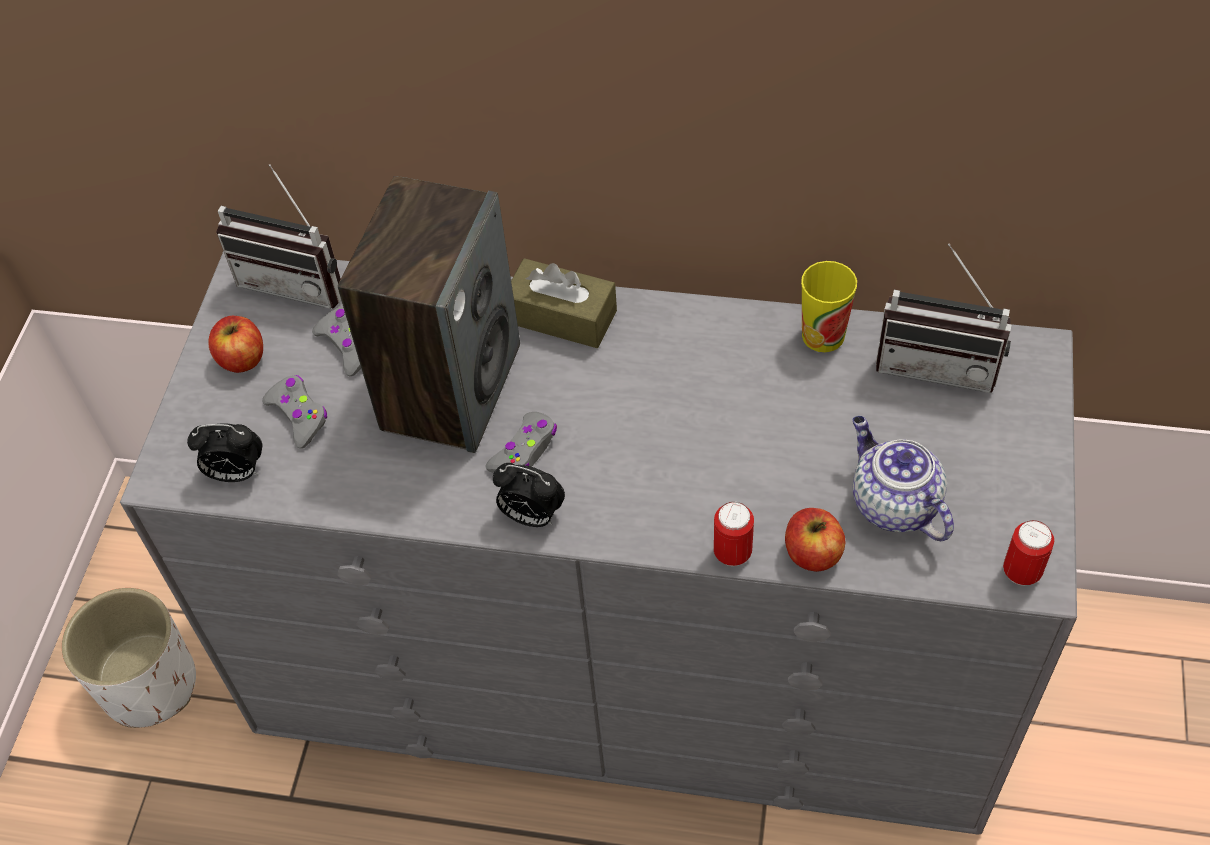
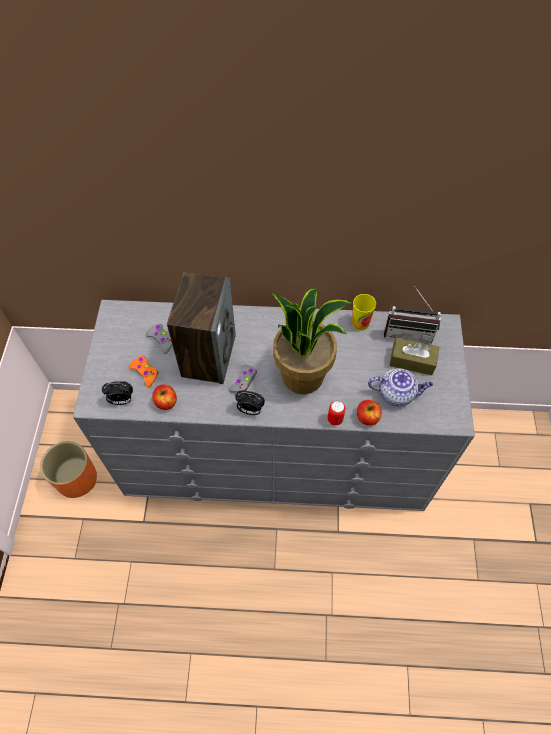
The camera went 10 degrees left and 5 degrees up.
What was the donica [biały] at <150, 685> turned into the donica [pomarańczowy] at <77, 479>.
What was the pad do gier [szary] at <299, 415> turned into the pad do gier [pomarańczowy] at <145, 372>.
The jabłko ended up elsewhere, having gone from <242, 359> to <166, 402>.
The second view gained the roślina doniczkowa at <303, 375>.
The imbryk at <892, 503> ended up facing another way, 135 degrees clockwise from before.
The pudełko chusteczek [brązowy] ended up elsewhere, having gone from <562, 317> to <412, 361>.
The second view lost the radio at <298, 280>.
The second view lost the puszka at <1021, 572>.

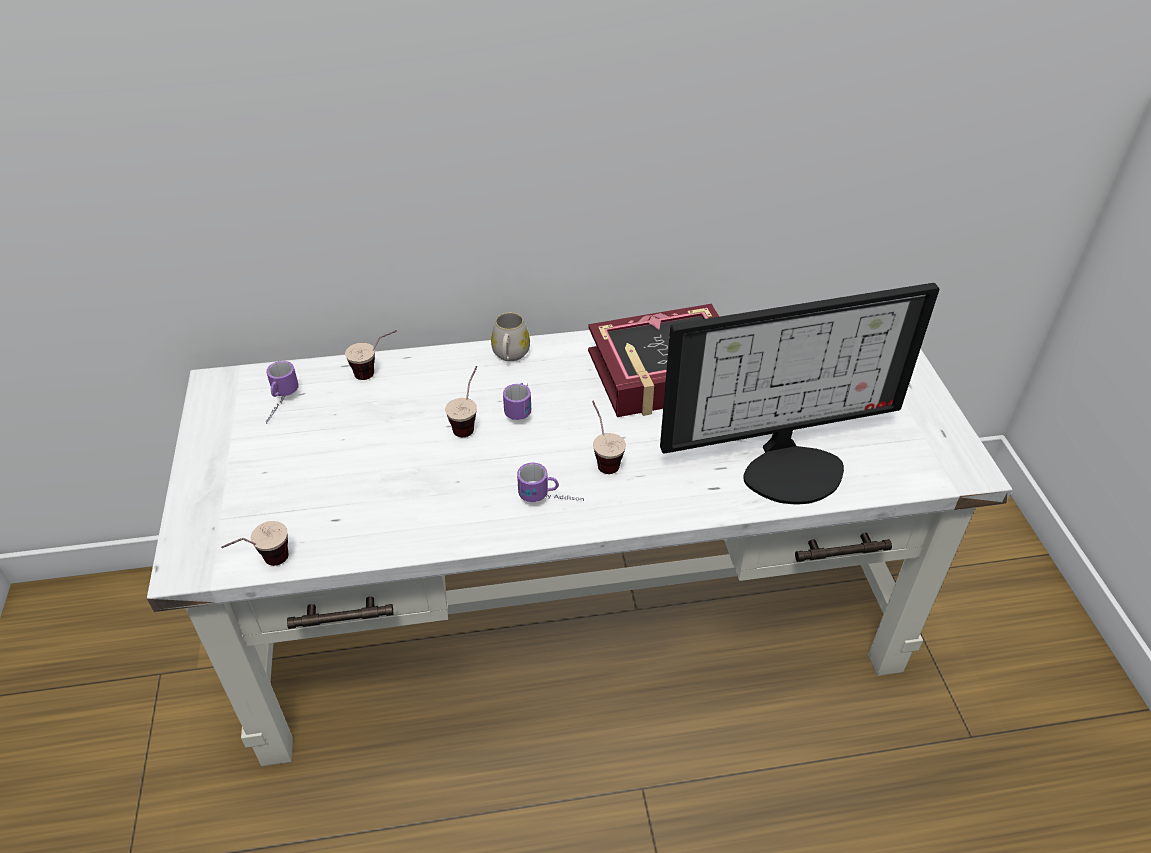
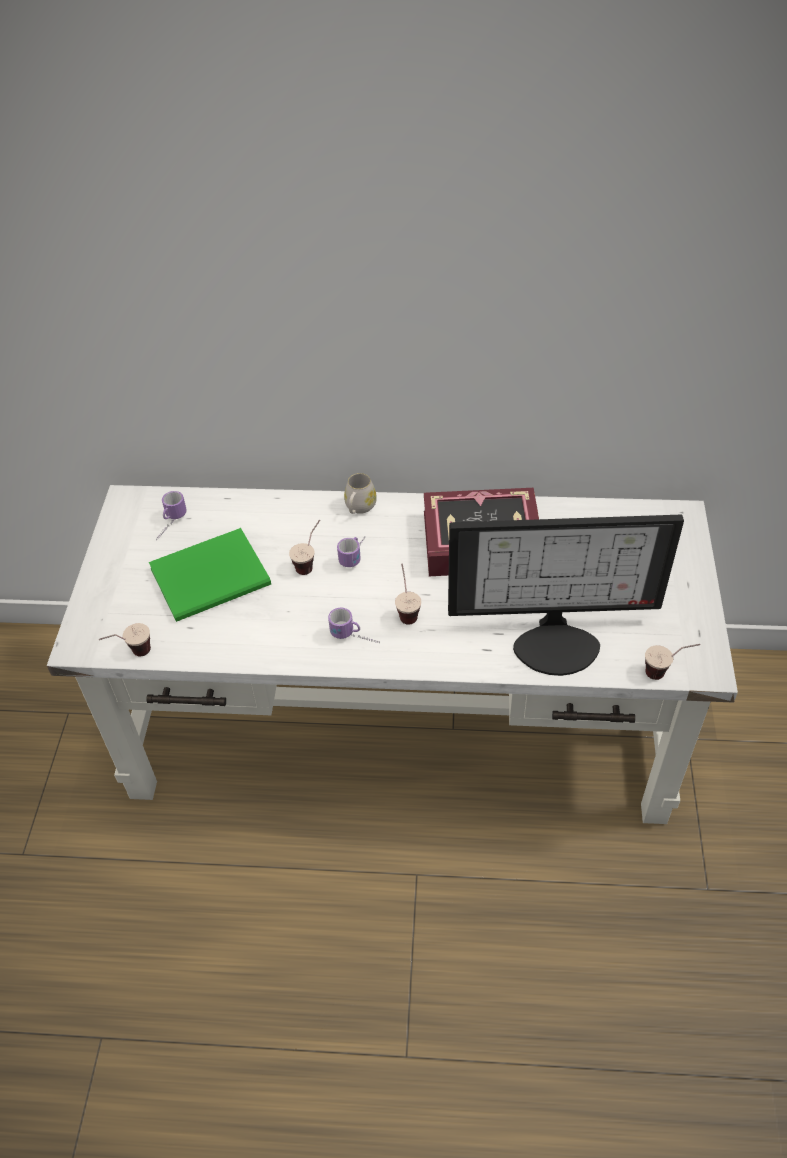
The camera went 15 degrees right and 5 degrees up.
The second view gained the książka [zielony] at <214, 578>.
The filiżanka ended up elsewhere, having gone from <376, 372> to <666, 672>.

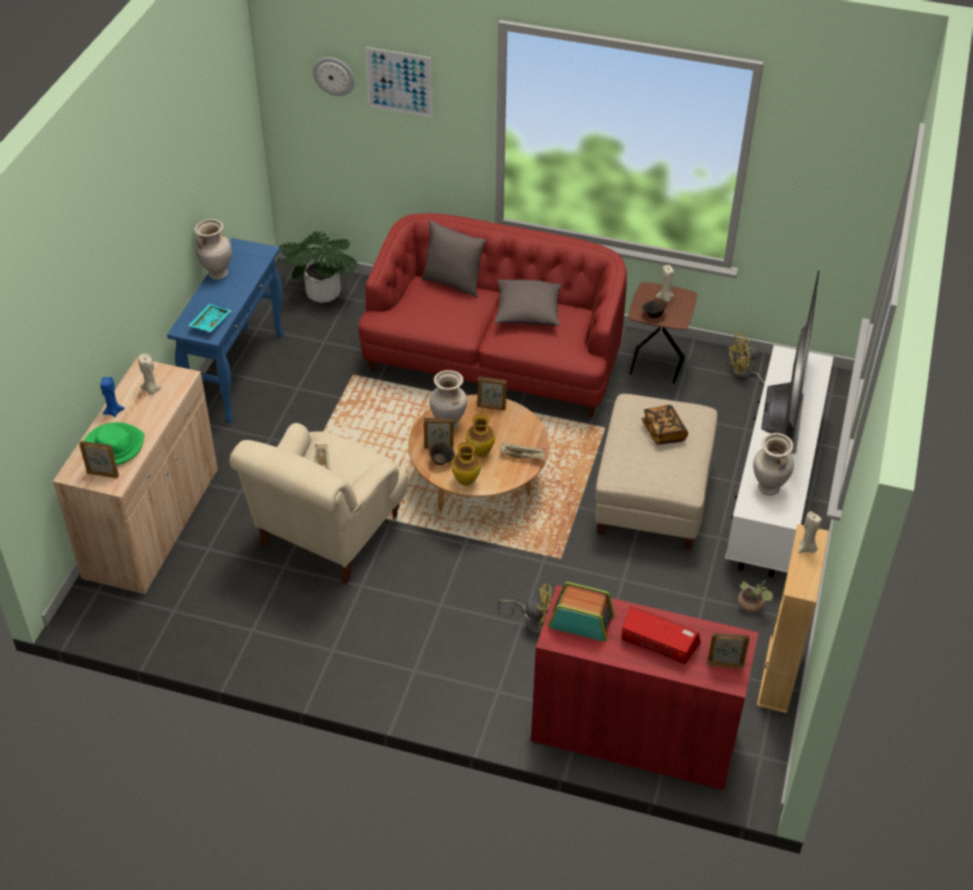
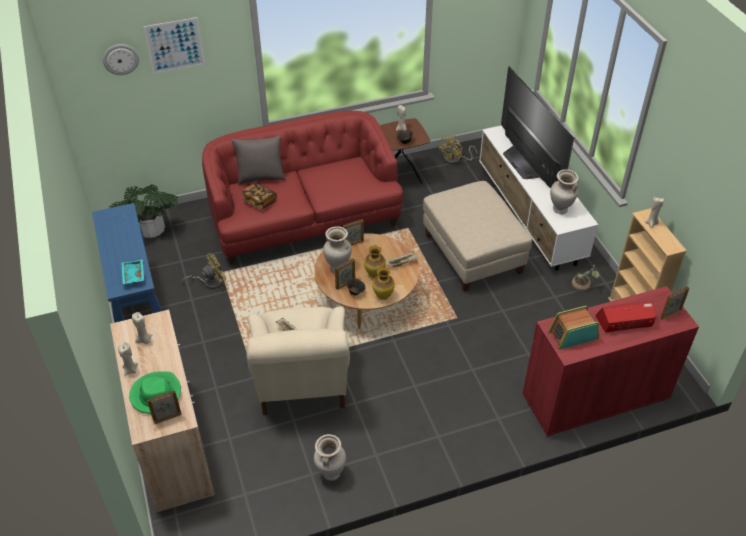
The camera went 35 degrees left and 0 degrees up.
What was the świeca [niebieski] at <113, 411> turned into the świeca [beżowy] at <130, 370>.
The wentylator [żółty] ended up elsewhere, having gone from <534, 621> to <209, 282>.
The książka ended up elsewhere, having gone from <663, 432> to <259, 201>.
The wazon [beżowy] ended up elsewhere, having gone from <217, 274> to <330, 473>.
The second view lost the poduszka [szary] at <527, 313>.

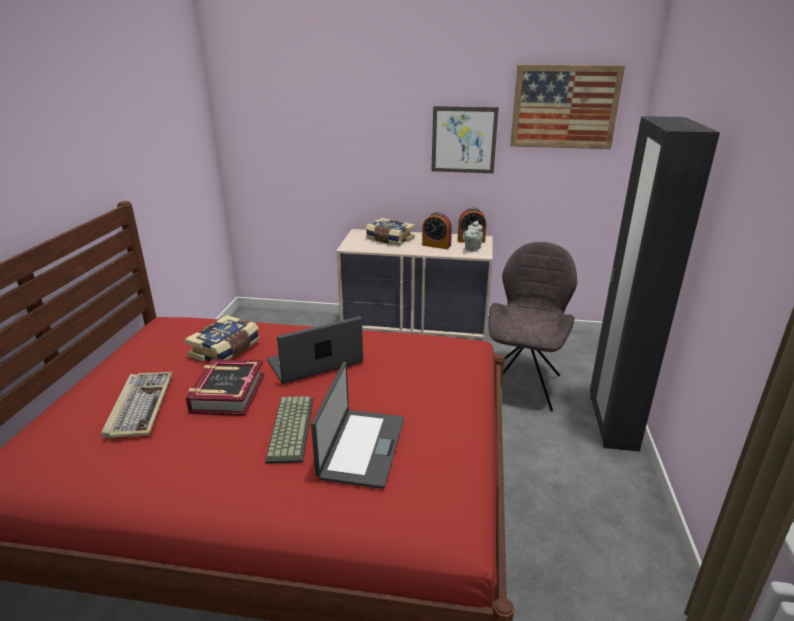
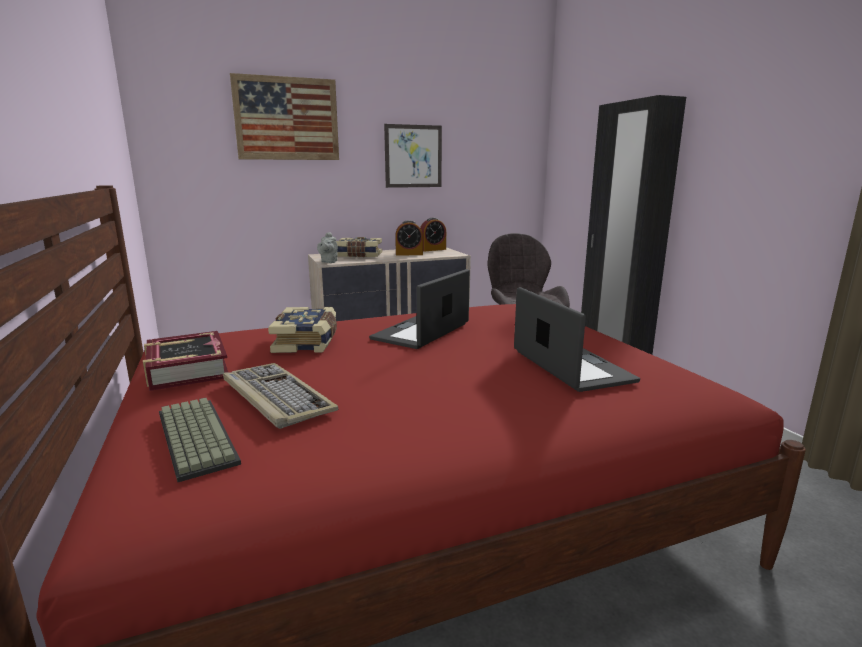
The camera went 30 degrees left and 10 degrees down.
The książka ended up elsewhere, having gone from <227, 393> to <187, 369>.
The klawiatura ended up elsewhere, having gone from <289, 428> to <193, 437>.
The obraz ended up elsewhere, having gone from <564, 107> to <287, 119>.
The imbryk [szary] ended up elsewhere, having gone from <472, 249> to <329, 262>.

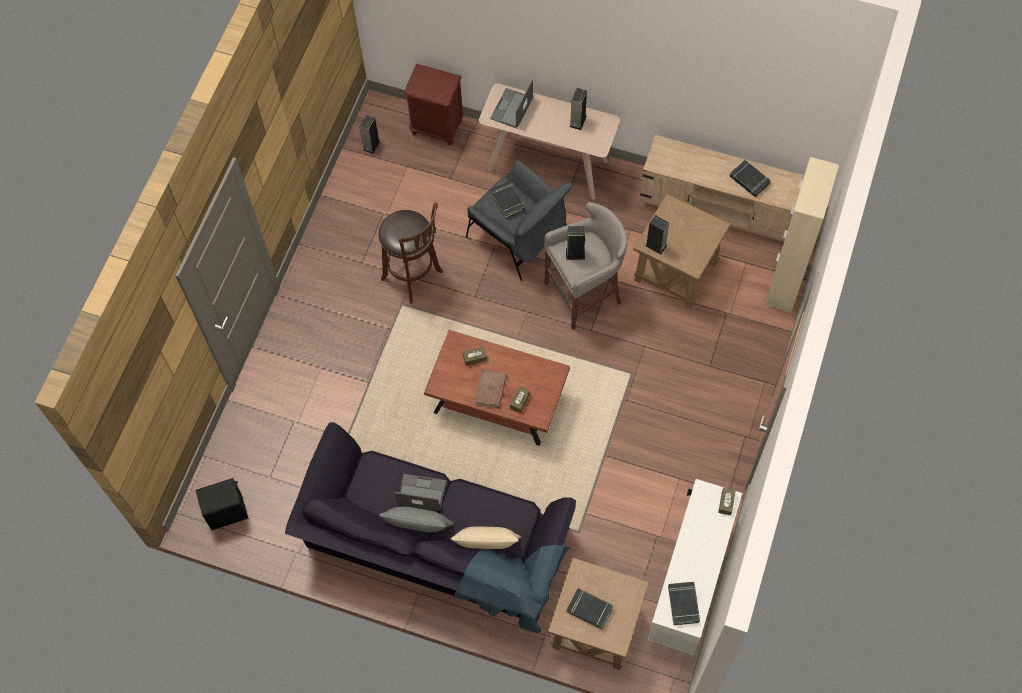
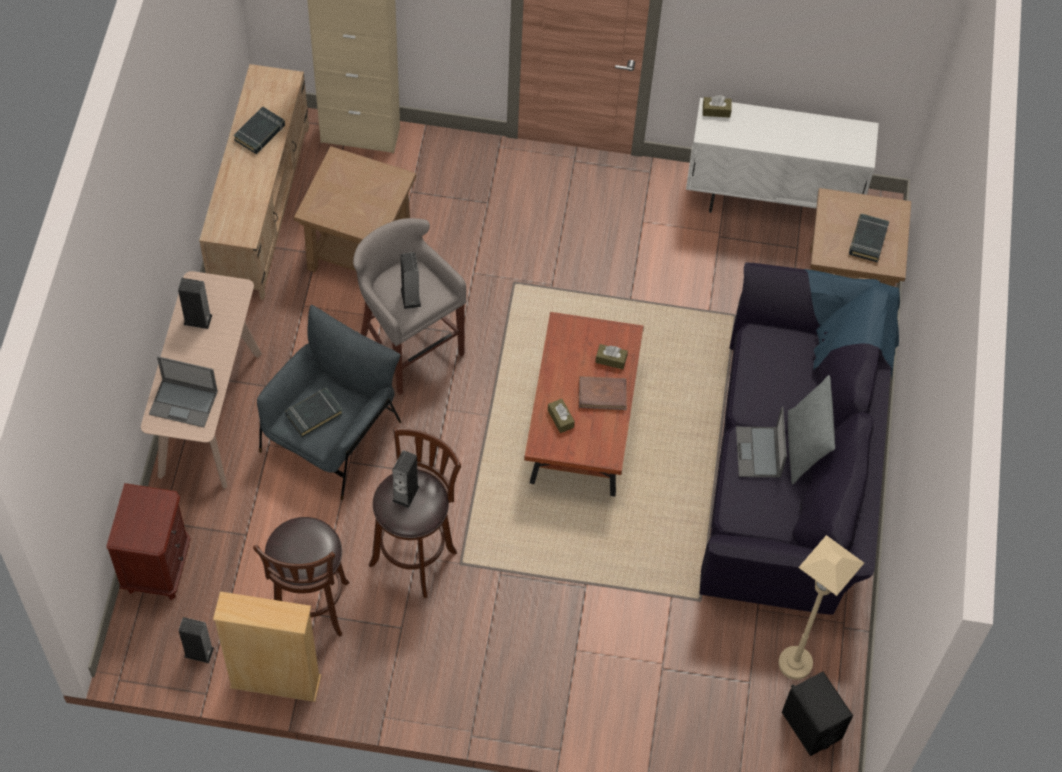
The camera went 105 degrees left and 5 degrees down.
The second view gained the regał [beżowy] at <275, 682>.
The second view gained the stołek [brązowy] at <310, 610>.
The głośnik ended up elsewhere, having gone from <656, 245> to <406, 493>.
The second view gained the lampa stojąca [beżowy] at <795, 663>.
The second view lost the poduszka [beżowy] at <487, 547>.
The second view lost the książka [czarny] at <683, 604>.

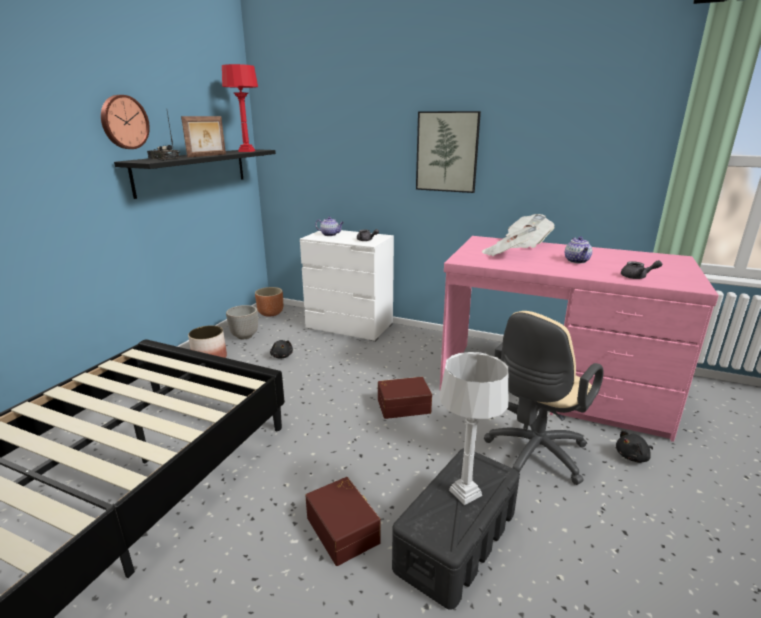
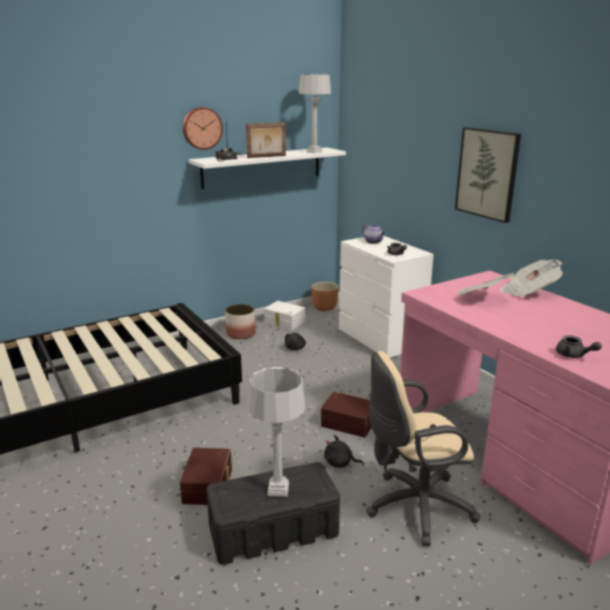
The camera went 35 degrees right and 0 degrees up.
What was the półka [czarny] at <193, 171> turned into the półka [biały] at <262, 167>.
Where the donica stood at <245, 336>, the pojemnik do przechowywania [biały] came to stand at <284, 322>.
What was the lampa stołowa [czerwony] at <247, 151> turned into the lampa stołowa [szary] at <314, 152>.
The pluszak [czarny] ended up elsewhere, having gone from <633, 457> to <340, 463>.
The second view lost the imbryk at <577, 261>.

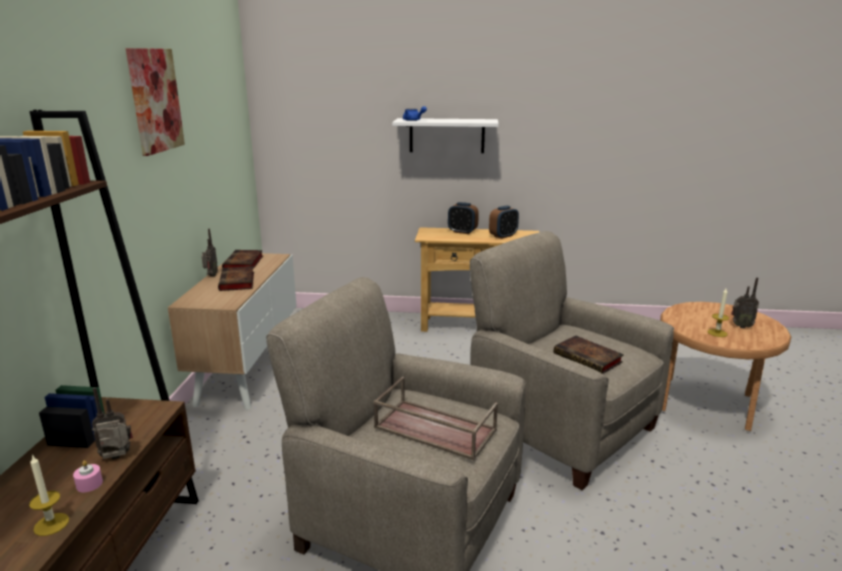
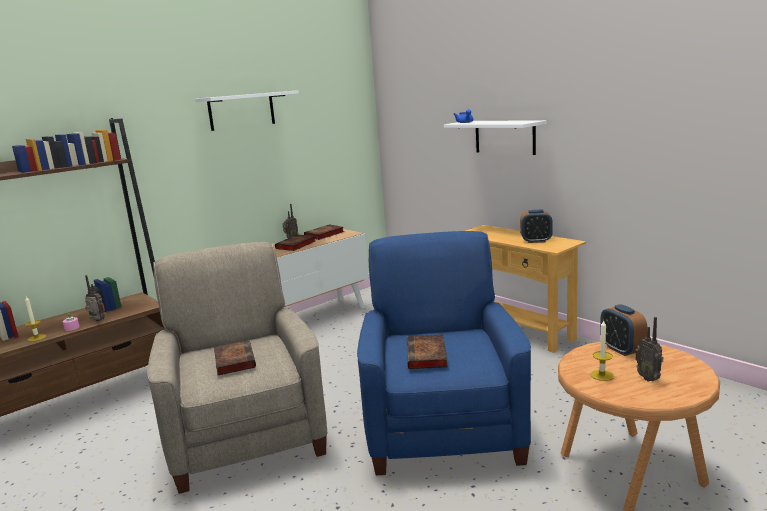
The camera went 45 degrees right and 5 degrees down.
Where the obraz hung at <155, 100>, the półka [biały] came to hang at <241, 111>.
Where the taca [brązowy] stood at <433, 429>, the książka came to stand at <234, 360>.
What was the fotel [beżowy] at <560, 427> turned into the fotel [niebieski] at <443, 428>.
The budzik ended up elsewhere, having gone from <462, 232> to <621, 349>.

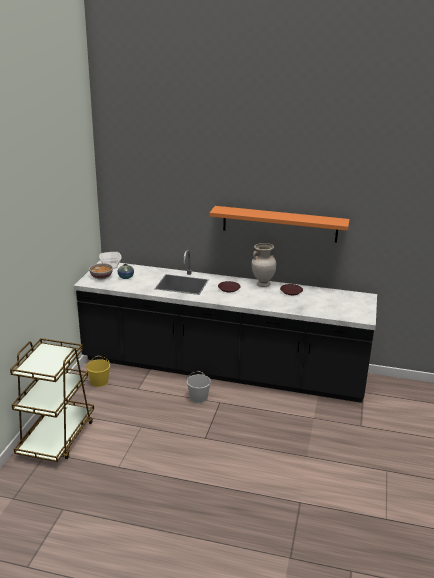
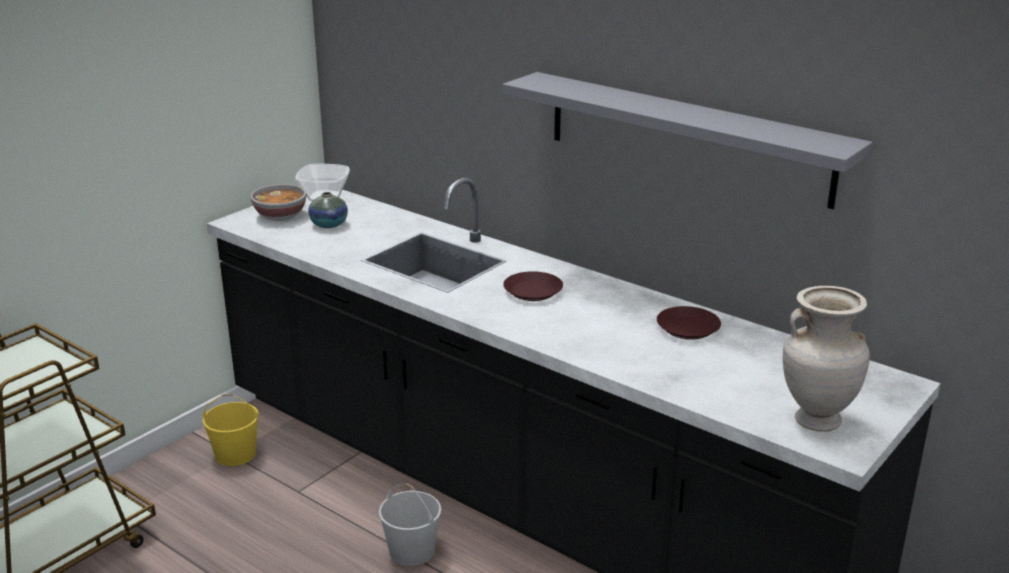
The camera went 25 degrees right and 0 degrees up.
What was the półka [pomarańczowy] at <279, 224> turned into the półka [szary] at <686, 137>.
The wazon [beżowy] ended up elsewhere, having gone from <262, 284> to <816, 420>.

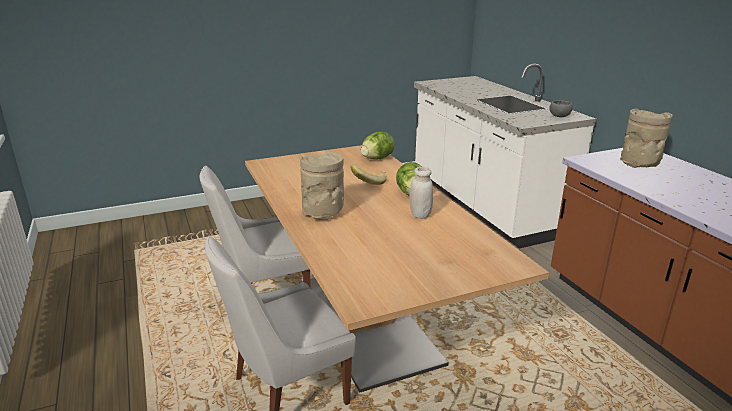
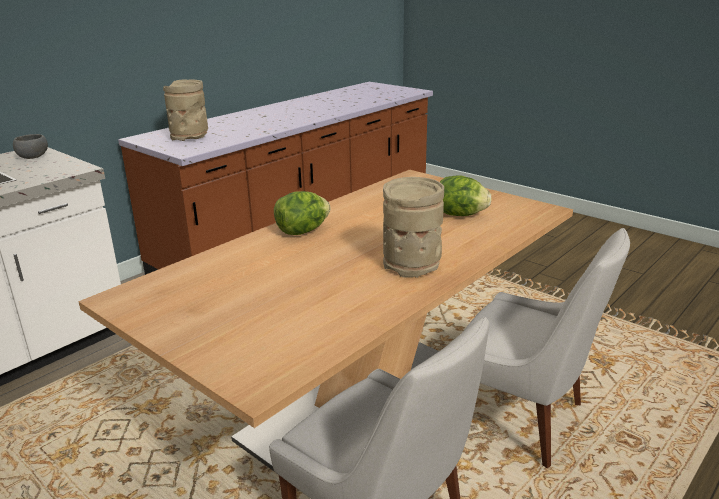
The camera went 115 degrees left and 0 degrees up.
The sałata ended up elsewhere, having gone from <377, 158> to <460, 214>.
The second view lost the banan at <369, 182>.
The second view lost the słoik [biały] at <420, 215>.

